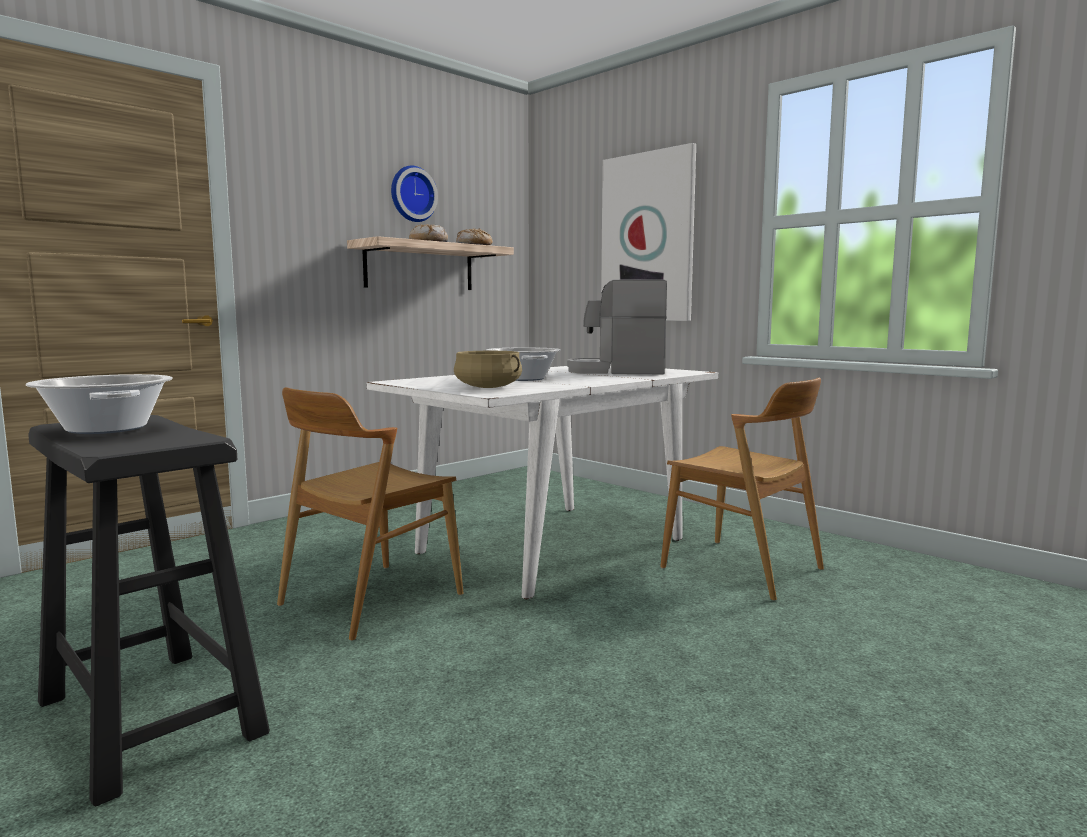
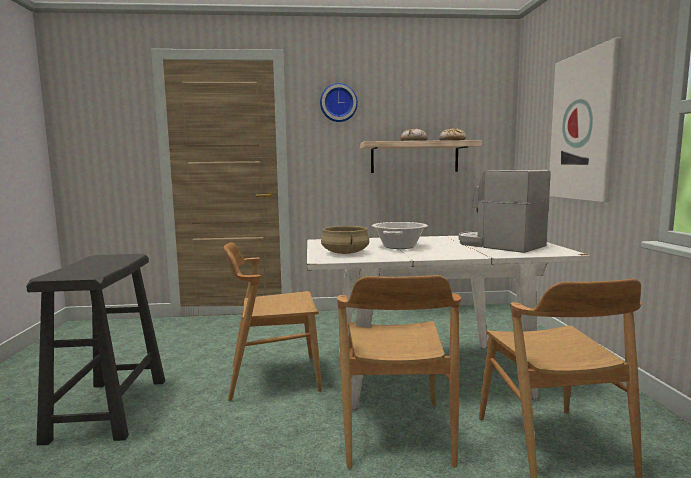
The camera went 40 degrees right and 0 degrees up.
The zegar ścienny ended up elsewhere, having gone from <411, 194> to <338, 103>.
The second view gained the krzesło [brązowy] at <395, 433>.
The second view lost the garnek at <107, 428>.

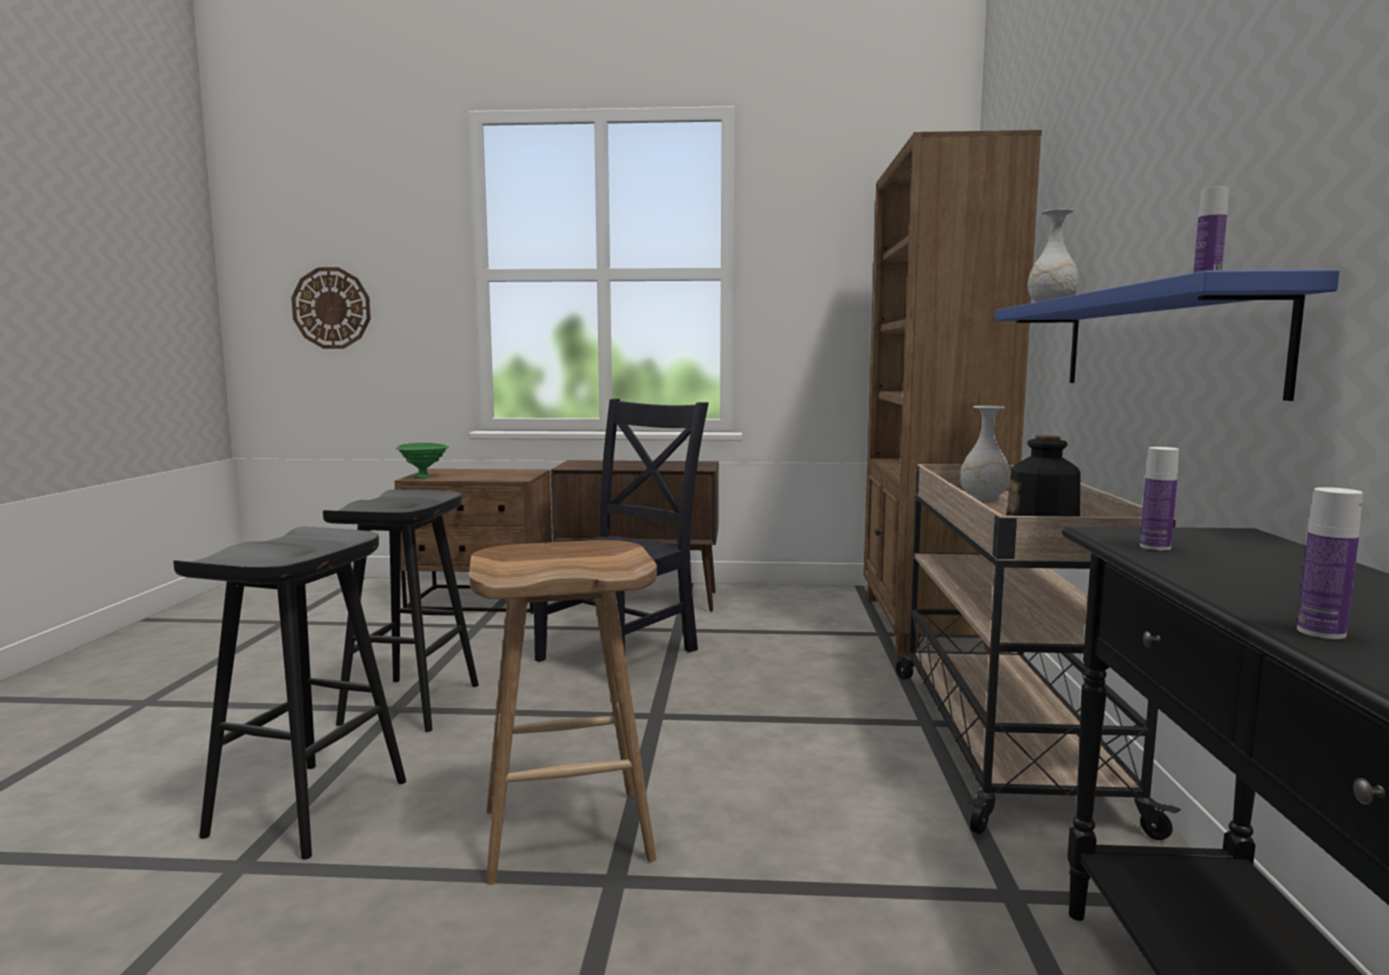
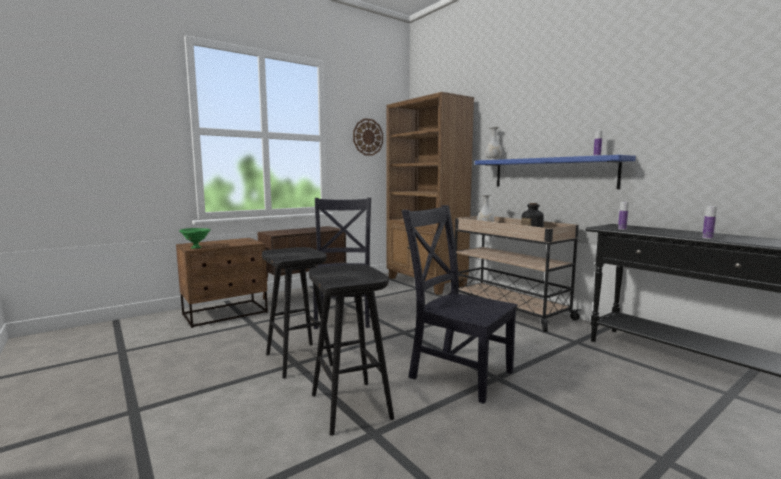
The camera went 40 degrees left and 0 degrees up.
The zegar ścienny ended up elsewhere, having gone from <331, 308> to <368, 137>.
Where the stołek [brązowy] stood at <569, 833>, the krzesło [czarny] came to stand at <457, 373>.

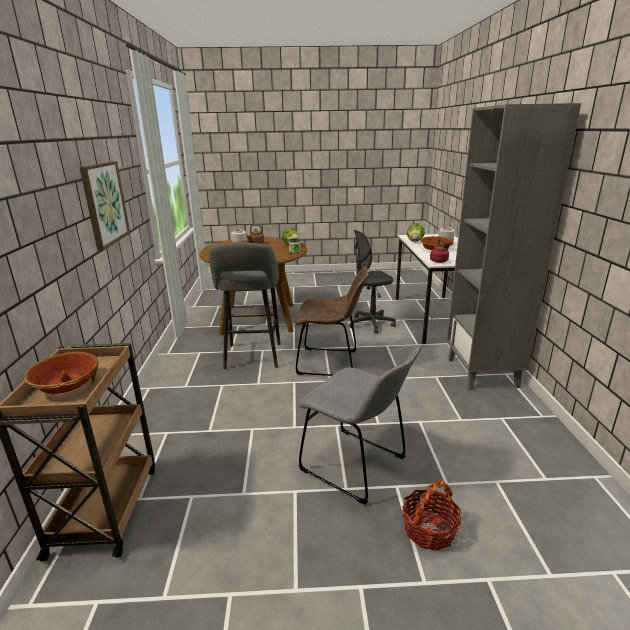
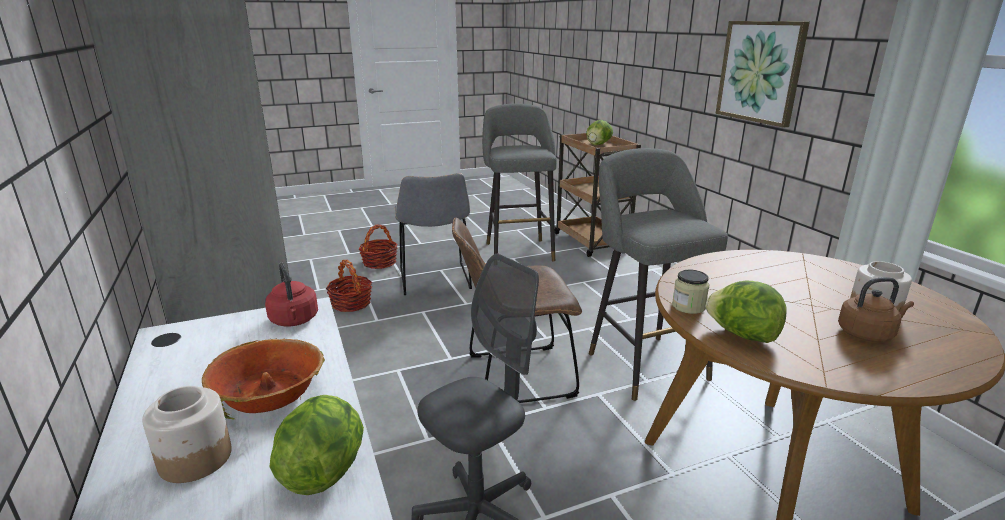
The camera went 160 degrees right and 0 degrees up.
The second view gained the koszyk at <351, 303>.
The krzesło [szary] at <357, 466> ended up facing another way, 120 degrees counterclockwise from before.
The second view gained the stołek [szary] at <518, 250>.
Where the miska stood at <66, 385>, the sałata came to stand at <598, 144>.

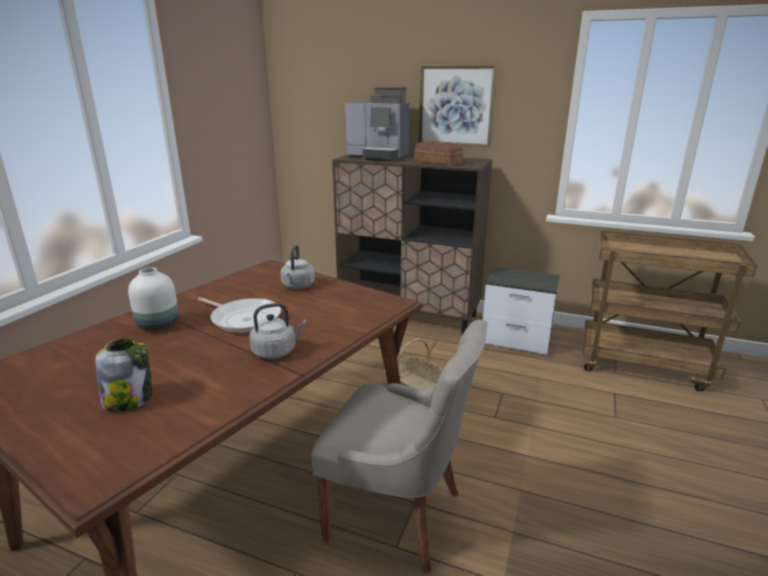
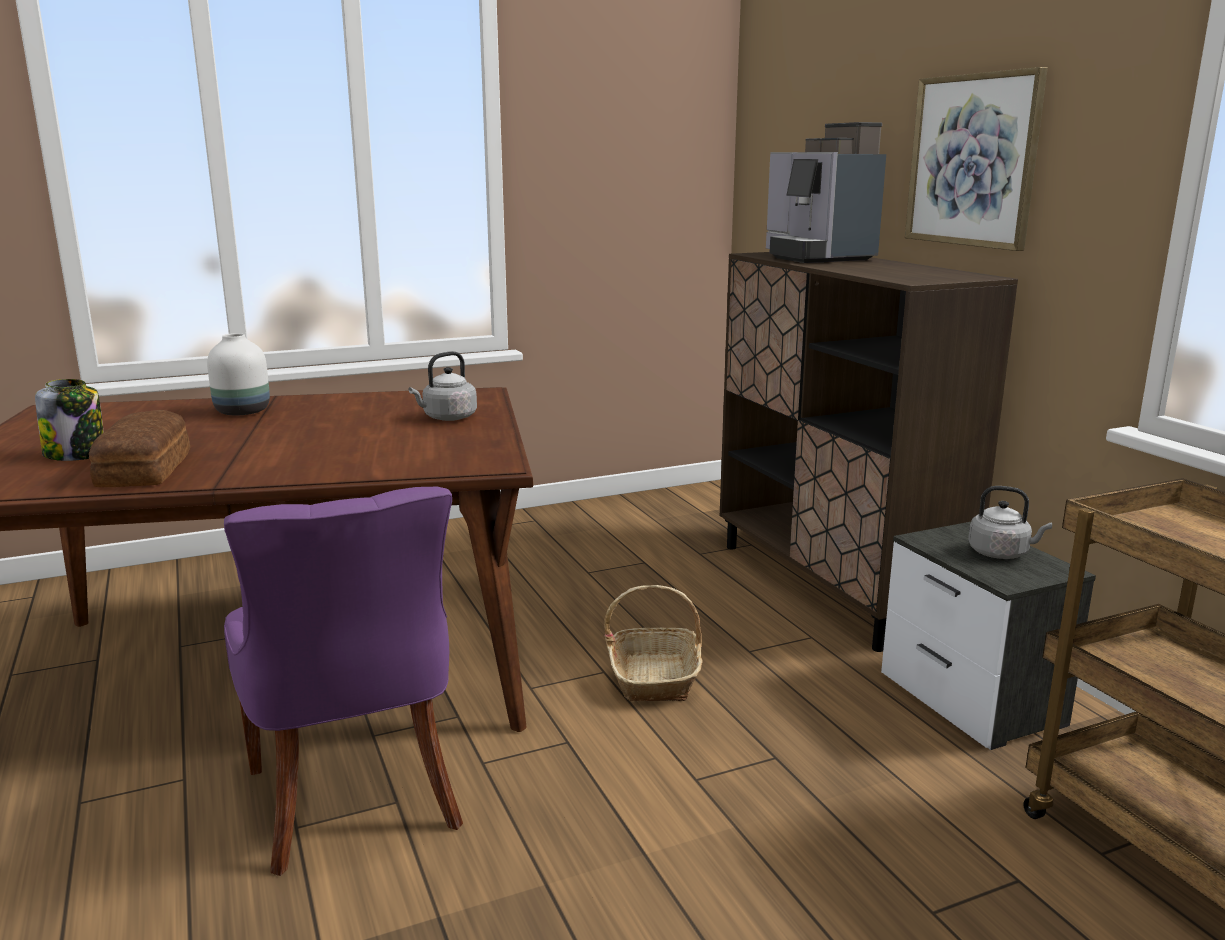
The camera went 45 degrees right and 5 degrees down.
The chleb ended up elsewhere, having gone from <437, 162> to <147, 469>.
What was the krzesło [szary] at <398, 515> turned into the krzesło [fioletowy] at <357, 800>.
The czajnik [szary] ended up elsewhere, having gone from <276, 351> to <1001, 553>.
The second view lost the patelnia at <244, 319>.

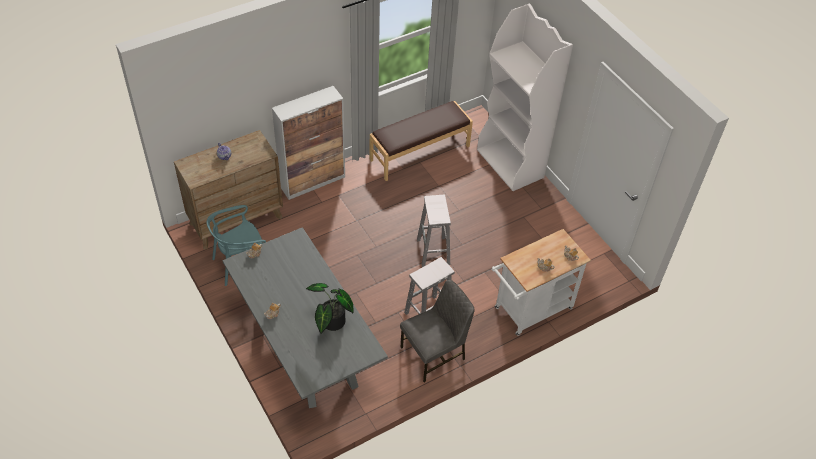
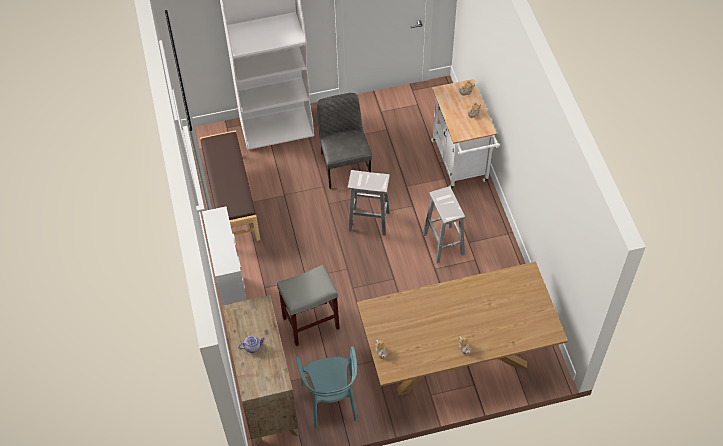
The camera went 70 degrees left and 5 degrees up.
The second view gained the stołek [szary] at <311, 322>.
The krzesło [szary] ended up elsewhere, having gone from <434, 354> to <344, 165>.
What was the stół jadalny [szary] at <306, 347> turned into the stół jadalny [brązowy] at <456, 356>.
The second view lost the roślina doniczkowa at <331, 323>.

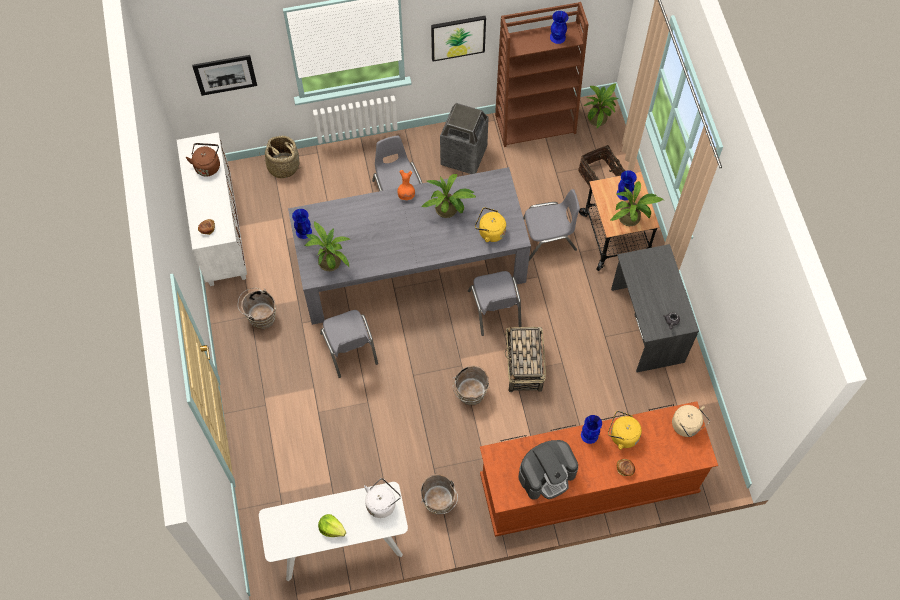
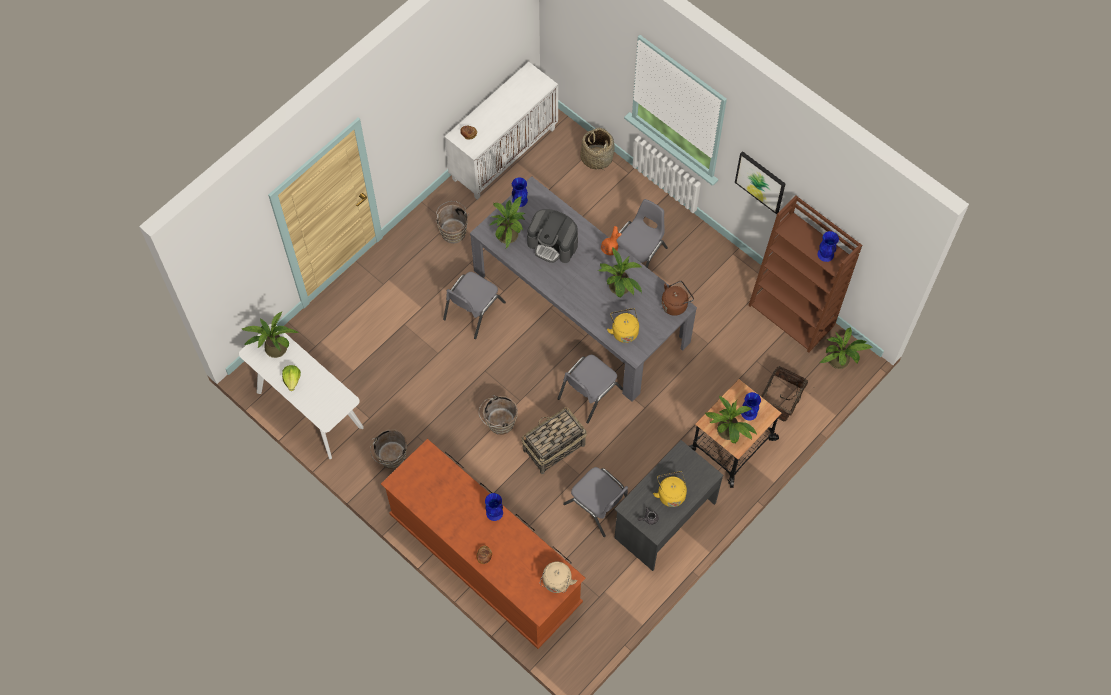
The camera went 55 degrees right and 0 degrees up.
The second view gained the roślina doniczkowa at <273, 347>.
The ekspres do kawy ended up elsewhere, having gone from <547, 475> to <553, 244>.
The krzesło [szary] ended up elsewhere, having gone from <547, 238> to <598, 506>.
The czajnik [żółty] ended up elsewhere, having gone from <622, 435> to <670, 493>.
The czajnik [brązowy] ended up elsewhere, having gone from <207, 165> to <675, 304>.
The second view lost the obraz at <225, 74>.
The second view lost the czajnik [biały] at <382, 503>.
The second view lost the kosz na śmieci at <464, 156>.

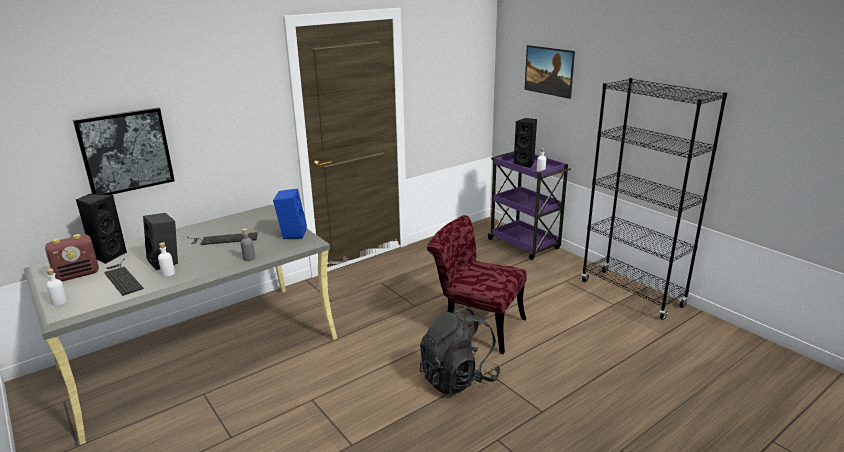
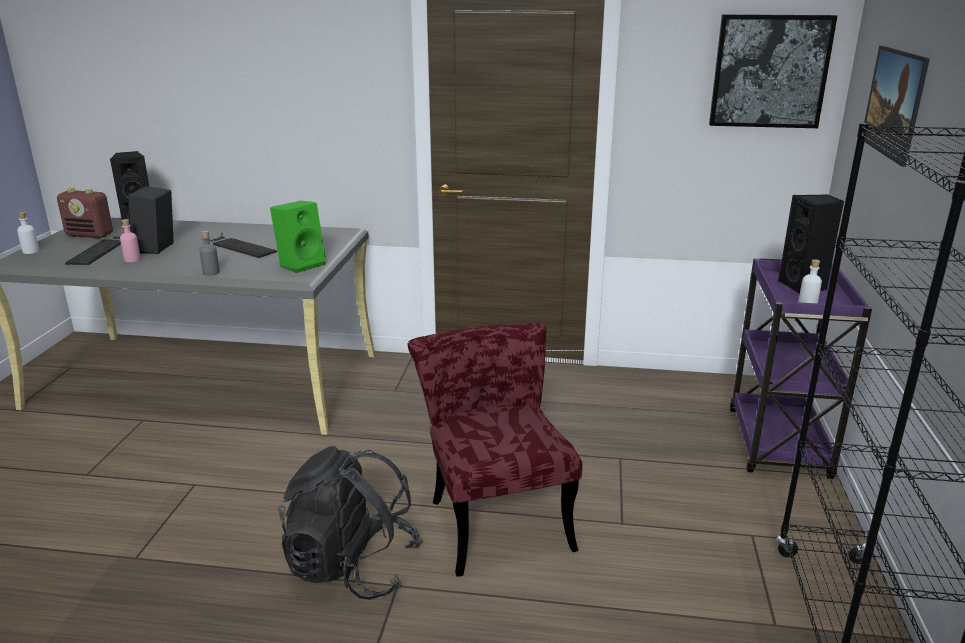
The camera went 45 degrees right and 0 degrees up.
What was the butelka [biały] at <168, 273> turned into the butelka [różowy] at <132, 259>.
What was the głośnik [niebieski] at <292, 233> turned into the głośnik [zielony] at <301, 264>.
The obraz ended up elsewhere, having gone from <126, 151> to <769, 71>.

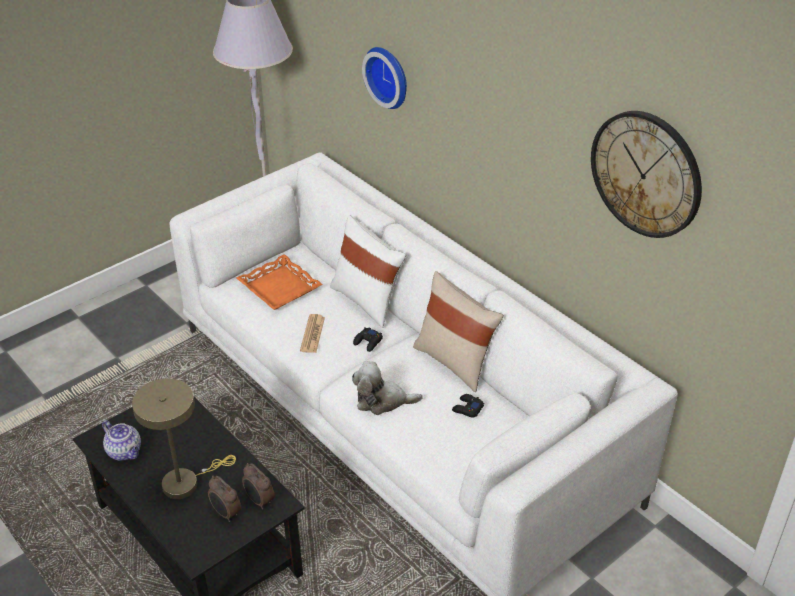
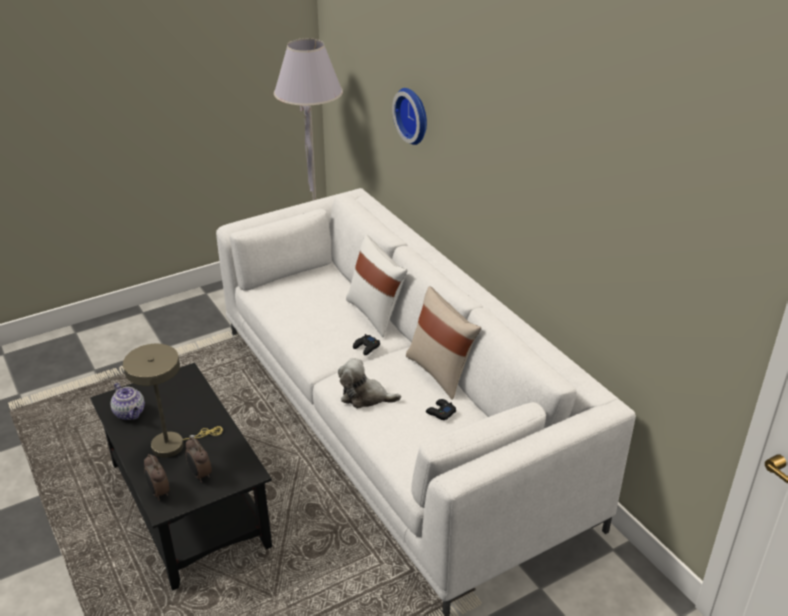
The camera went 10 degrees right and 5 degrees down.
The budzik ended up elsewhere, having gone from <259, 501> to <159, 492>.
The second view lost the taca [pomarańczowy] at <279, 288>.
The second view lost the gazeta at <312, 334>.
The second view lost the zegar ścienny at <646, 174>.

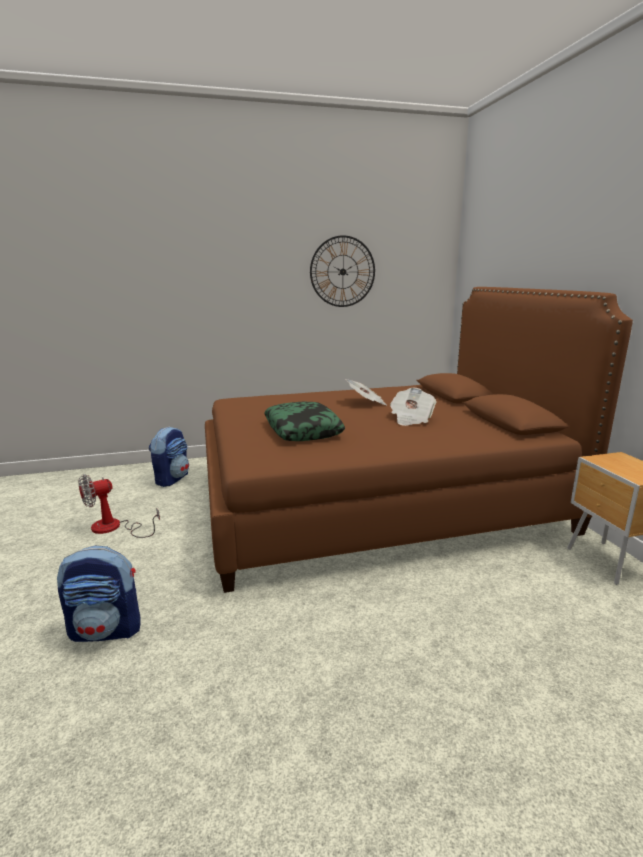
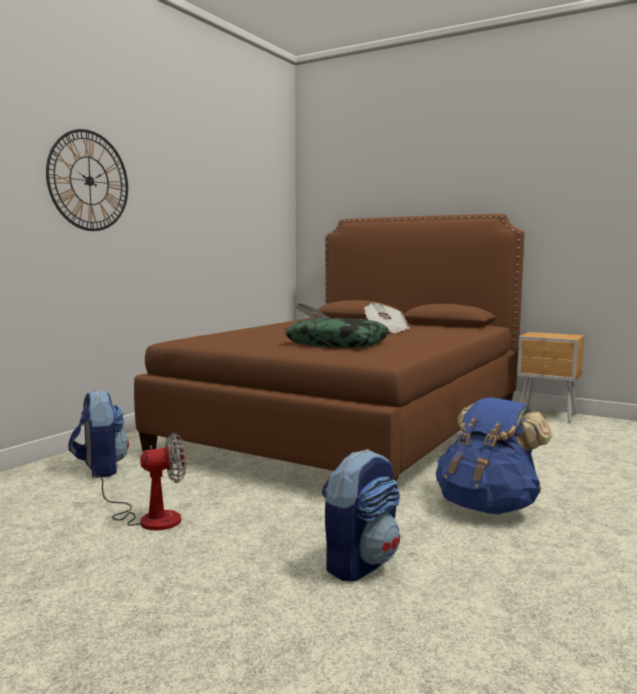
The camera went 45 degrees left and 10 degrees down.
The zegar ścienny ended up elsewhere, having gone from <342, 272> to <89, 181>.
The wentylator at <114, 528> ended up facing another way, 120 degrees counterclockwise from before.
The second view gained the plecak [niebieski] at <488, 506>.

